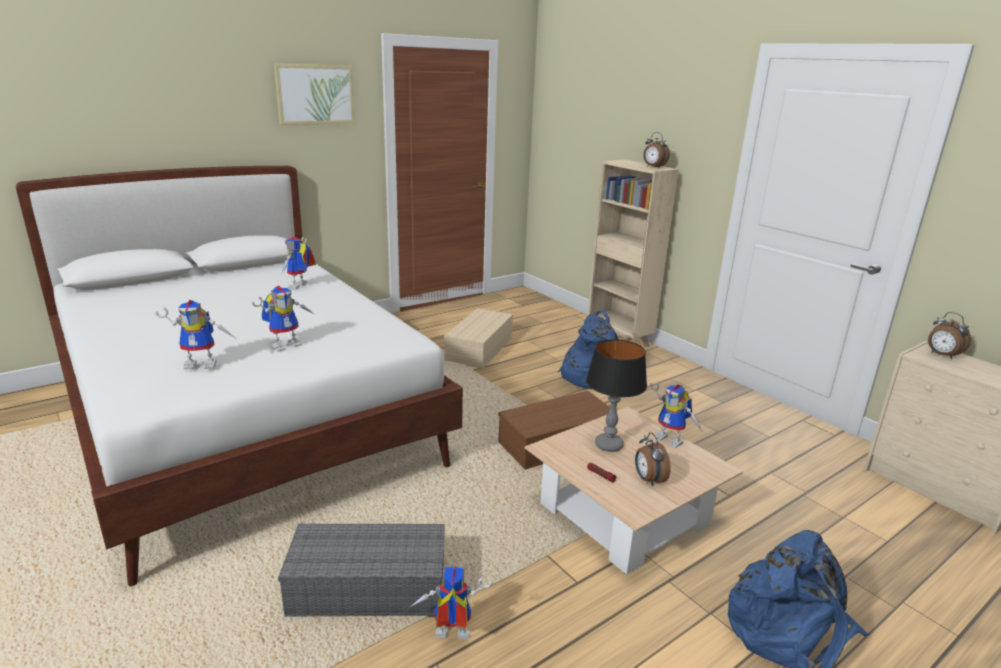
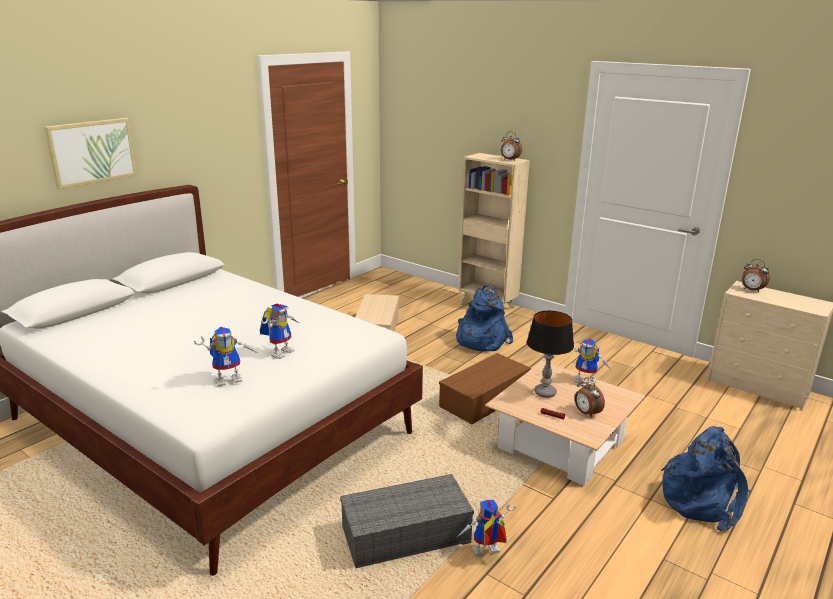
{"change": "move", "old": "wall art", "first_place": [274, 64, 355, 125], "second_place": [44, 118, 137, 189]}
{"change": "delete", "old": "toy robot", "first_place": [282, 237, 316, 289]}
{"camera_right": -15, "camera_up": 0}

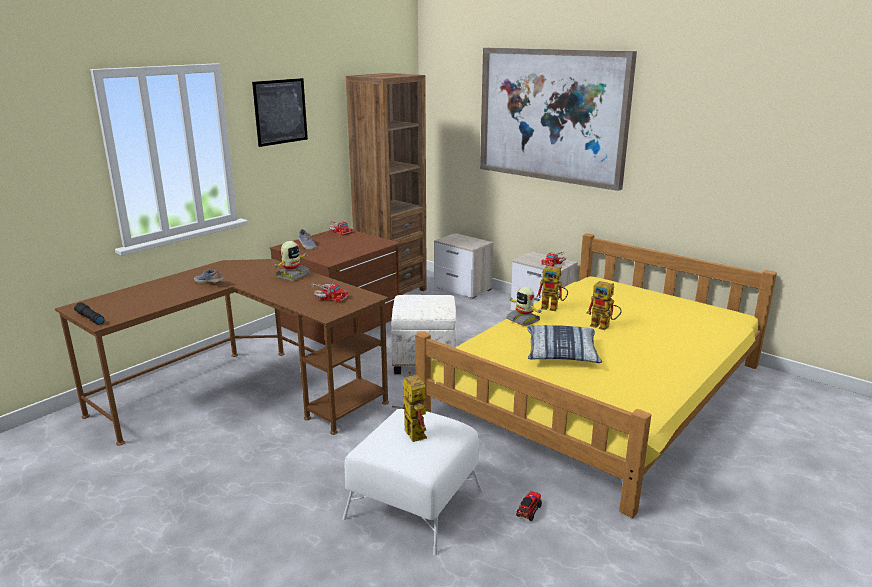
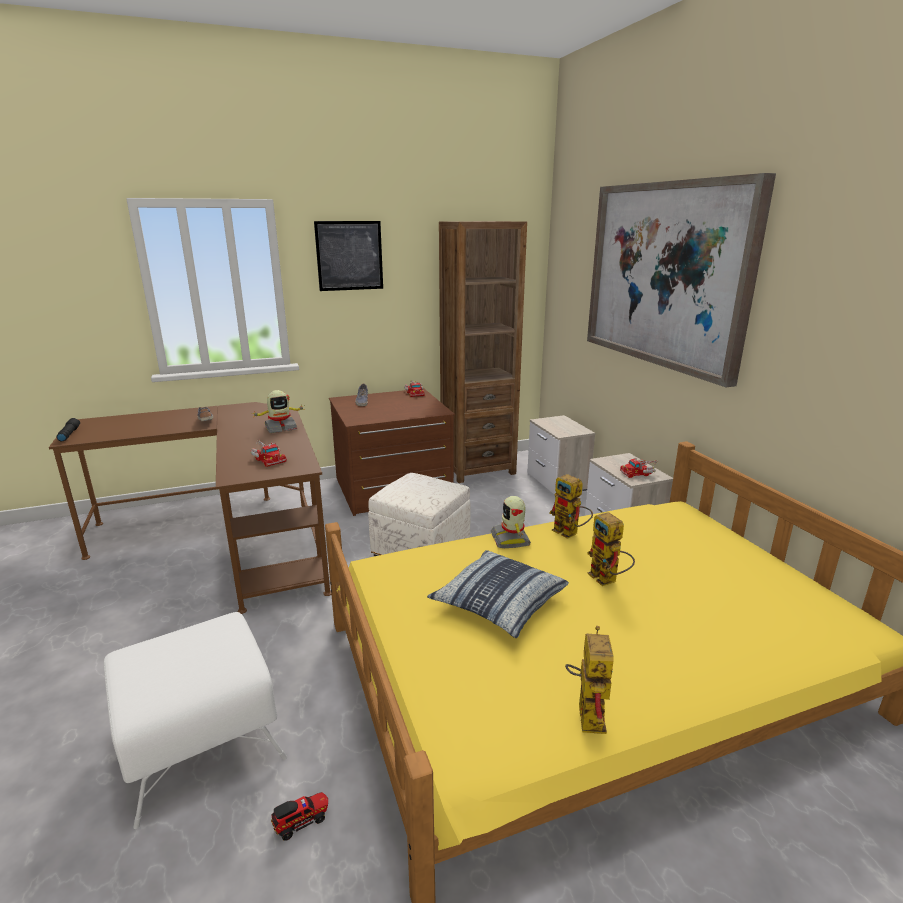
{"change": "move", "old": "toy robot", "first_place": [392, 371, 427, 442], "second_place": [565, 626, 613, 734]}
{"camera_right": 30, "camera_up": 0}

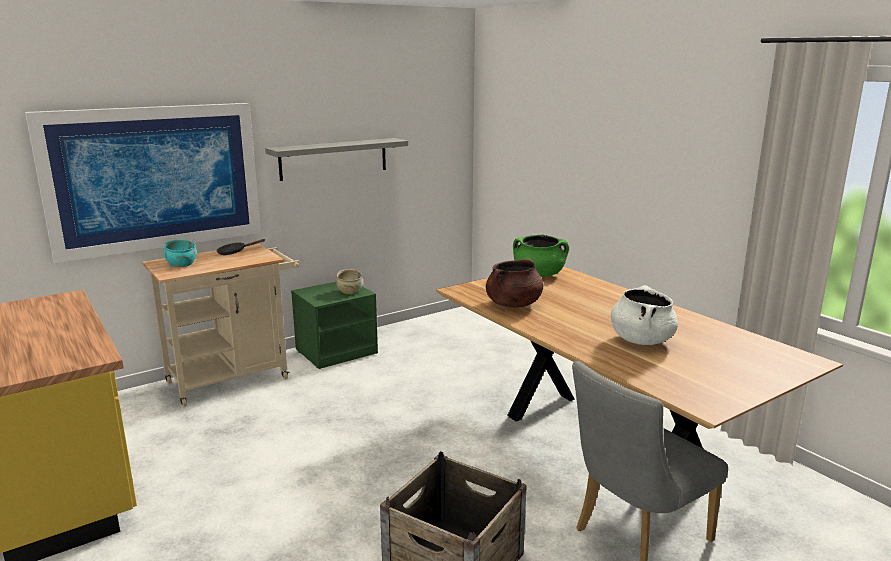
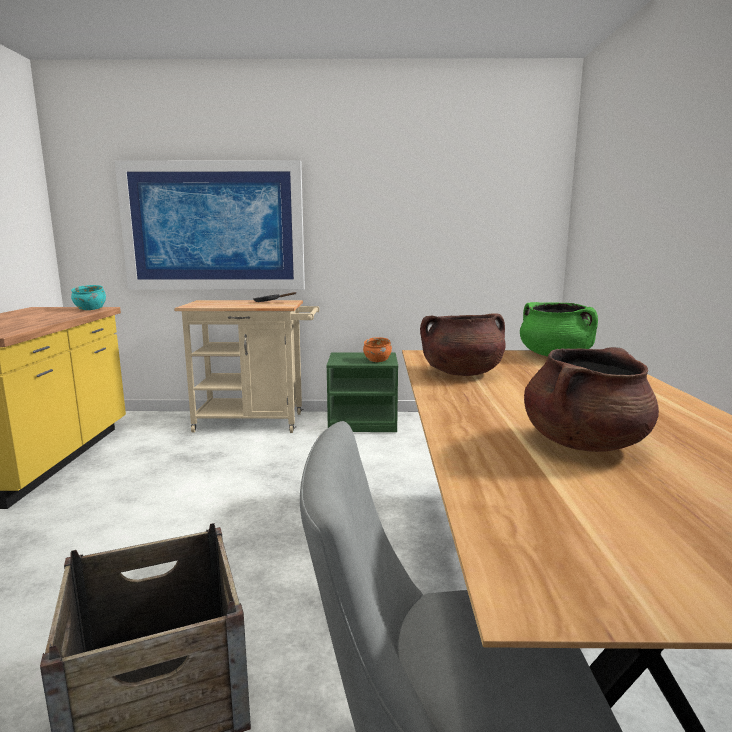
{"change": "delete", "old": "shelf (gray)", "first_place": [265, 138, 408, 181]}
{"change": "move", "old": "serving bowl (blue-green)", "first_place": [163, 239, 197, 267], "second_place": [71, 285, 106, 310]}
{"change": "recolor", "old": "serving bowl (beige-coloured)", "new": "serving bowl (orange-coloured)", "first_place": [336, 269, 363, 294], "second_place": [363, 337, 392, 362]}
{"change": "recolor", "old": "stockpot (white-coloured)", "new": "stockpot (brownish)", "first_place": [611, 285, 678, 345], "second_place": [524, 347, 659, 452]}
{"camera_right": 35, "camera_up": -5}

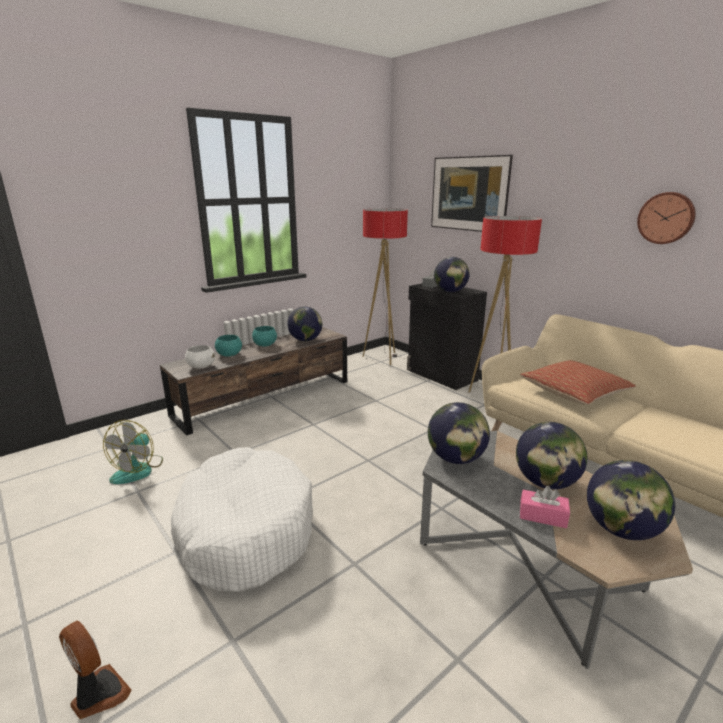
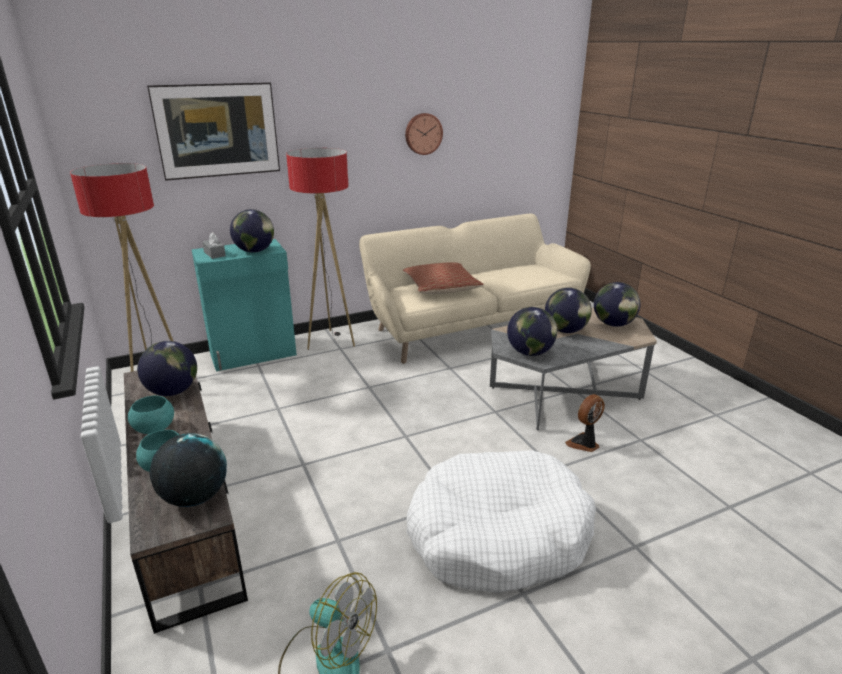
{"change": "recolor", "old": "cupboard (black-coloured)", "new": "cupboard (blue-green)", "first_place": [407, 284, 487, 390], "second_place": [192, 239, 297, 372]}
{"change": "replace", "old": "serving bowl (white-coloured)", "new": "globe", "first_place": [185, 345, 215, 369], "second_place": [150, 433, 227, 507]}
{"change": "delete", "old": "tissue holder (pinkish)", "first_place": [520, 486, 570, 528]}
{"change": "move", "old": "fan", "first_place": [59, 621, 131, 719], "second_place": [565, 394, 605, 452]}
{"camera_right": -75, "camera_up": 5}

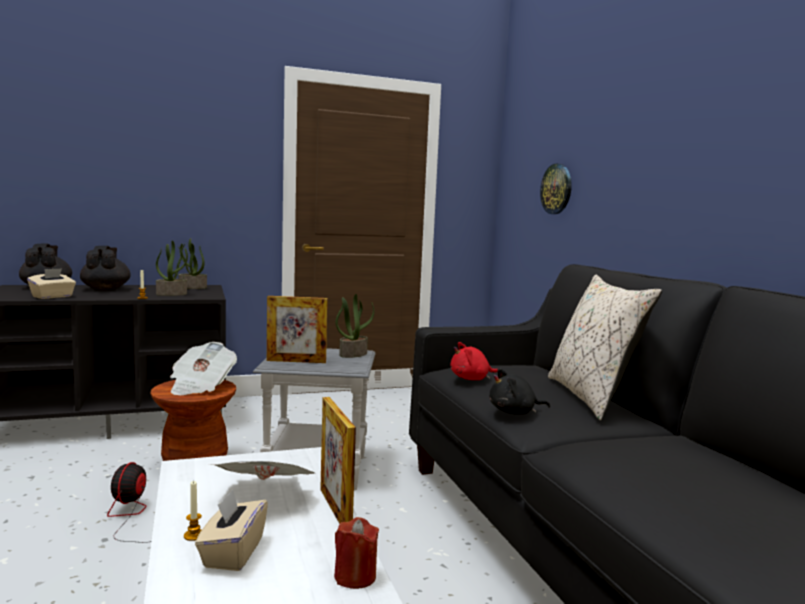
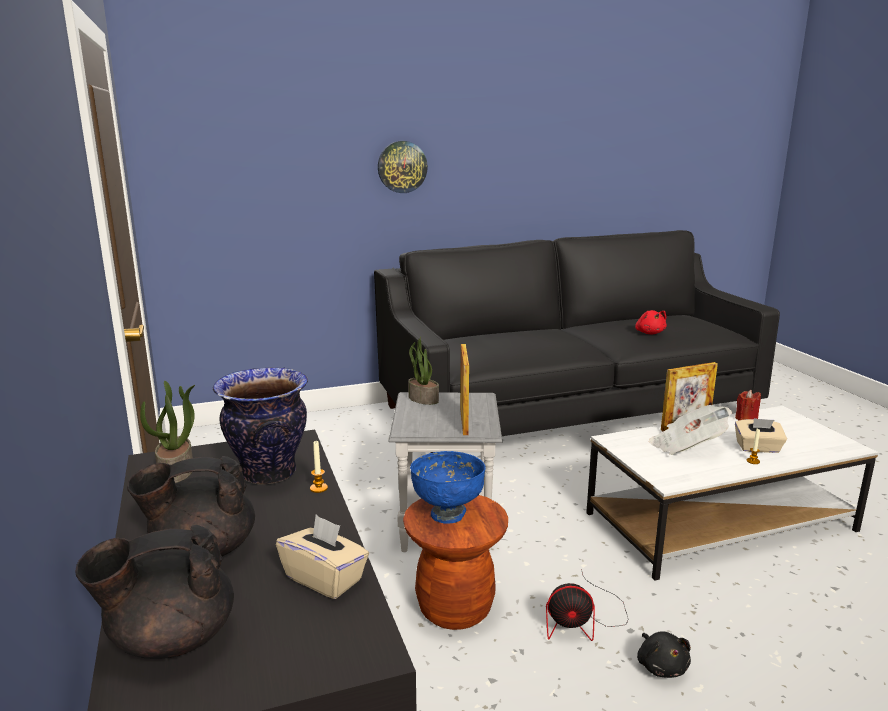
{"change": "move", "old": "hanging clock", "first_place": [540, 163, 572, 214], "second_place": [378, 141, 428, 193]}
{"change": "replace", "old": "plant in a pot", "new": "decorative vase", "first_place": [156, 240, 188, 296], "second_place": [213, 368, 308, 485]}
{"change": "delete", "old": "cushion (beige-coloured)", "first_place": [548, 274, 662, 420]}
{"change": "replace", "old": "newspaper", "new": "serving bowl (blue-coloured)", "first_place": [170, 342, 237, 395], "second_place": [410, 451, 486, 524]}
{"change": "move", "old": "plush toy (reddish)", "first_place": [451, 342, 498, 380], "second_place": [635, 310, 667, 334]}
{"change": "move", "old": "plush toy (black-coloured)", "first_place": [489, 369, 550, 415], "second_place": [637, 631, 691, 678]}
{"camera_right": -90, "camera_up": 10}

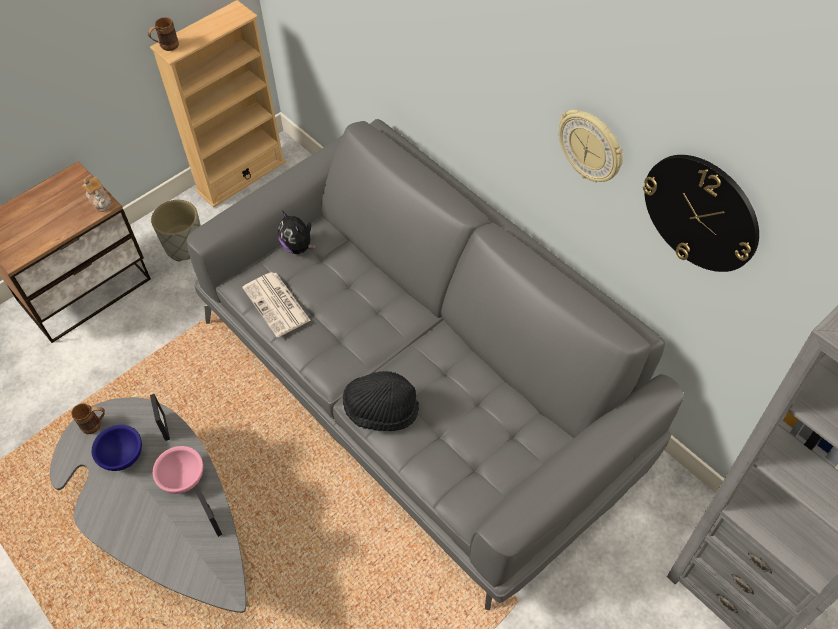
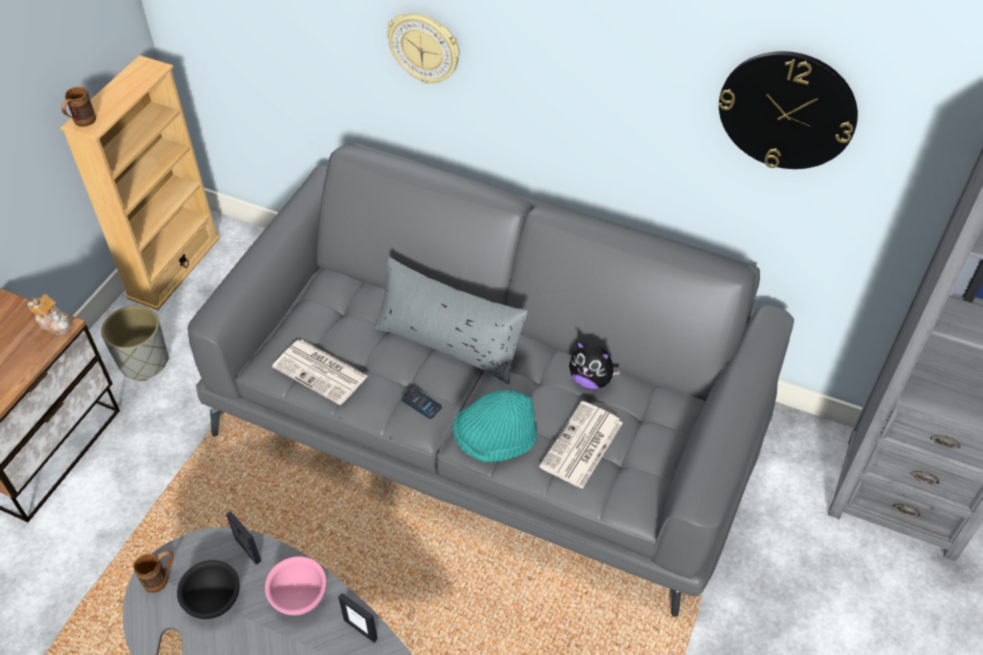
{"change": "move", "old": "hanging clock", "first_place": [559, 109, 623, 182], "second_place": [387, 13, 460, 84]}
{"change": "move", "old": "plush toy", "first_place": [278, 211, 316, 254], "second_place": [569, 341, 621, 389]}
{"change": "recolor", "old": "wearable hat (black-coloured)", "new": "wearable hat (blue-green)", "first_place": [343, 371, 419, 431], "second_place": [453, 390, 537, 462]}
{"change": "recolor", "old": "serving bowl (blue-coloured)", "new": "serving bowl (black-coloured)", "first_place": [92, 425, 142, 471], "second_place": [177, 560, 240, 619]}
{"change": "insert", "new": "cushion (gray)", "second_place": [374, 257, 528, 384]}
{"change": "insert", "new": "handset", "second_place": [401, 388, 442, 419]}
{"change": "insert", "new": "newspaper", "second_place": [539, 401, 623, 489]}
{"camera_right": -25, "camera_up": -5}

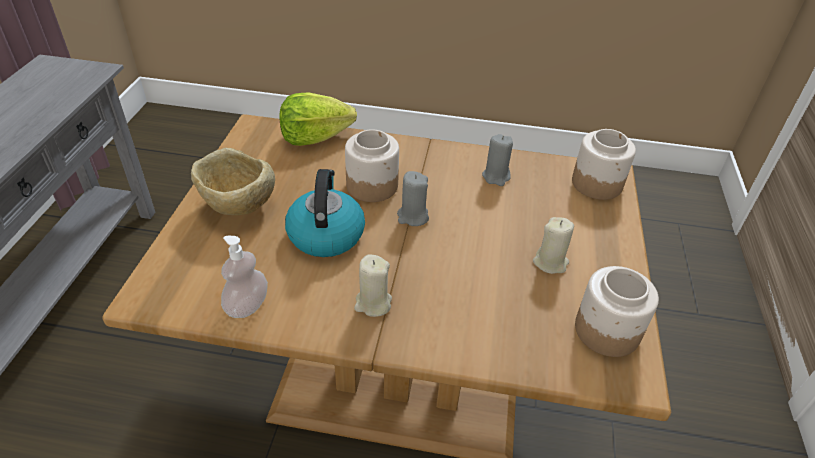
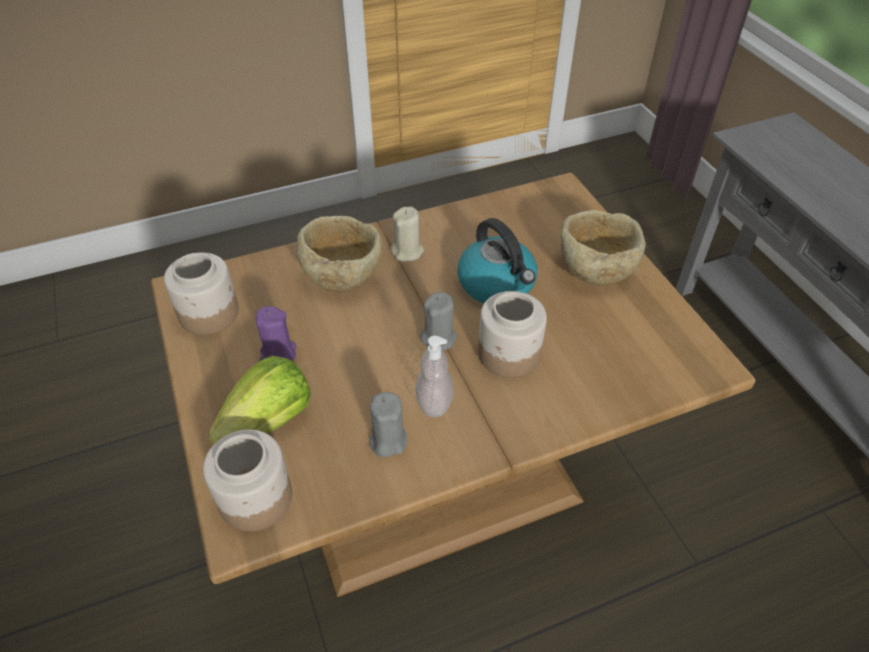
{"change": "move", "old": "lettuce head", "first_place": [279, 93, 357, 146], "second_place": [208, 356, 311, 445]}
{"change": "recolor", "old": "wax light (beige-coloured)", "new": "wax light (purple-coloured)", "first_place": [533, 217, 574, 274], "second_place": [256, 306, 297, 361]}
{"change": "move", "old": "soap dispenser", "first_place": [221, 236, 268, 318], "second_place": [415, 336, 453, 417]}
{"change": "insert", "new": "serving bowl (beige-coloured)", "second_place": [296, 216, 383, 293]}
{"camera_right": 150, "camera_up": 5}

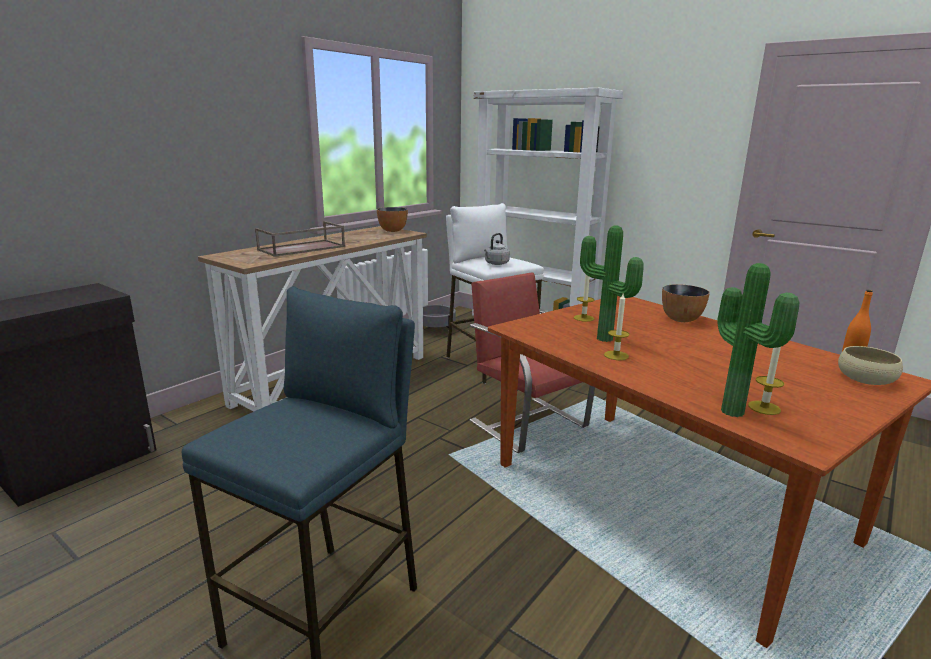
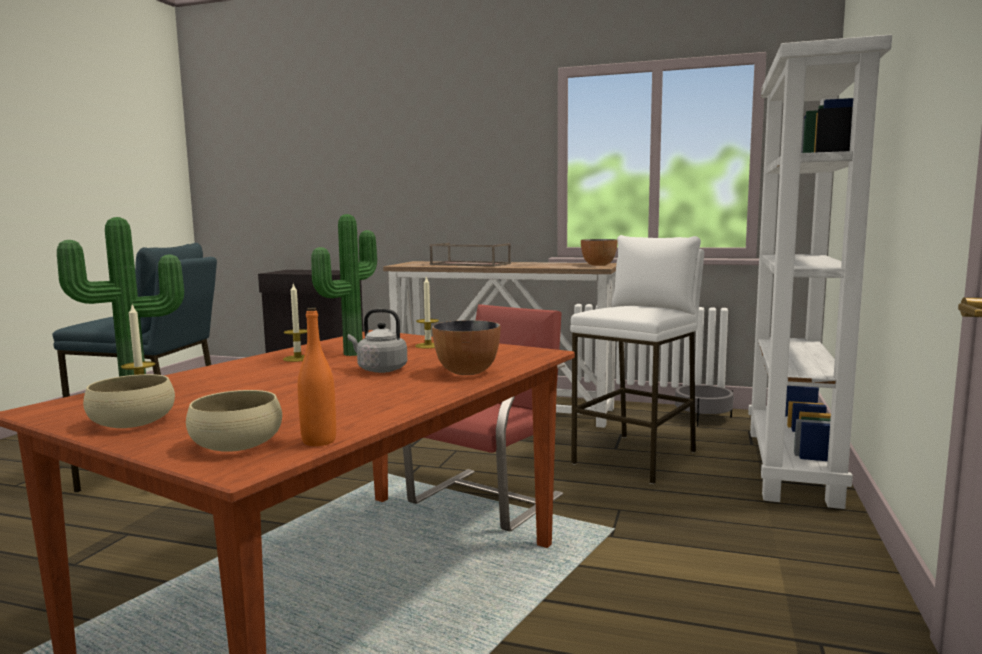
{"change": "move", "old": "tea kettle (gray)", "first_place": [484, 233, 510, 265], "second_place": [348, 309, 407, 373]}
{"change": "insert", "new": "serving bowl (beige-coloured)", "second_place": [83, 374, 175, 428]}
{"camera_right": 70, "camera_up": -10}

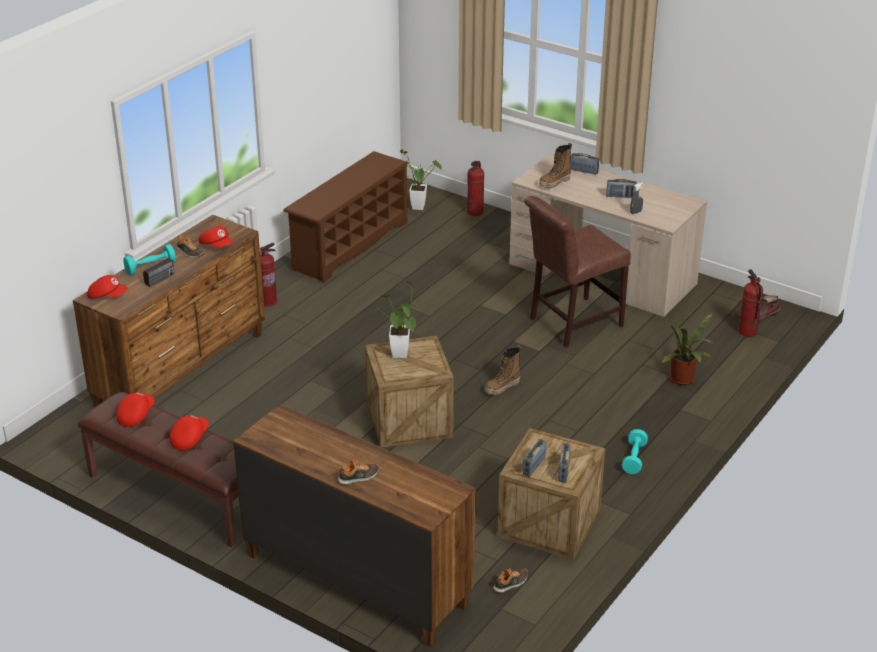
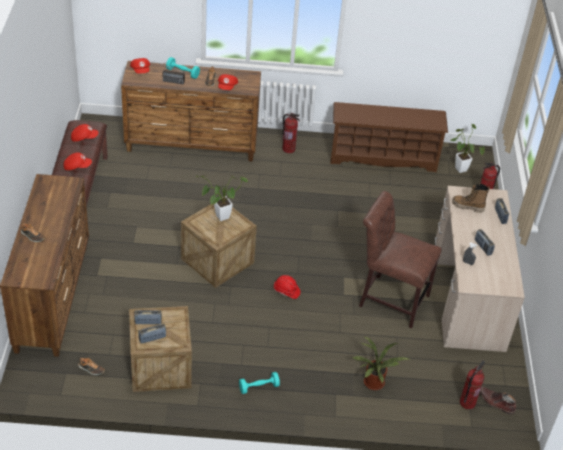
{"change": "replace", "old": "tall boot", "new": "hard hat (reddish)", "first_place": [485, 345, 521, 395], "second_place": [274, 275, 300, 299]}
{"camera_right": 55, "camera_up": 10}

